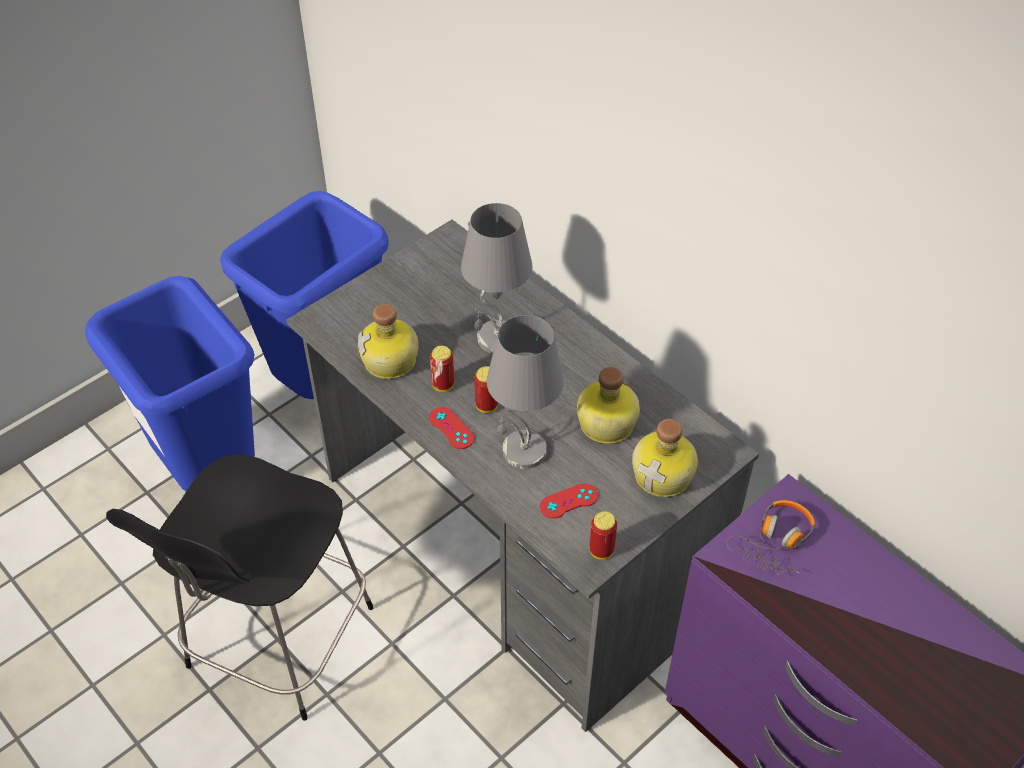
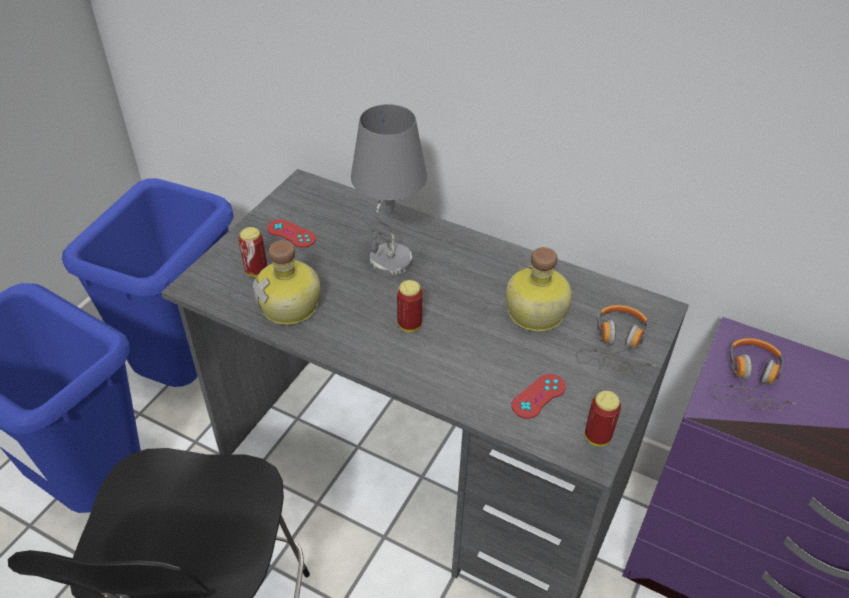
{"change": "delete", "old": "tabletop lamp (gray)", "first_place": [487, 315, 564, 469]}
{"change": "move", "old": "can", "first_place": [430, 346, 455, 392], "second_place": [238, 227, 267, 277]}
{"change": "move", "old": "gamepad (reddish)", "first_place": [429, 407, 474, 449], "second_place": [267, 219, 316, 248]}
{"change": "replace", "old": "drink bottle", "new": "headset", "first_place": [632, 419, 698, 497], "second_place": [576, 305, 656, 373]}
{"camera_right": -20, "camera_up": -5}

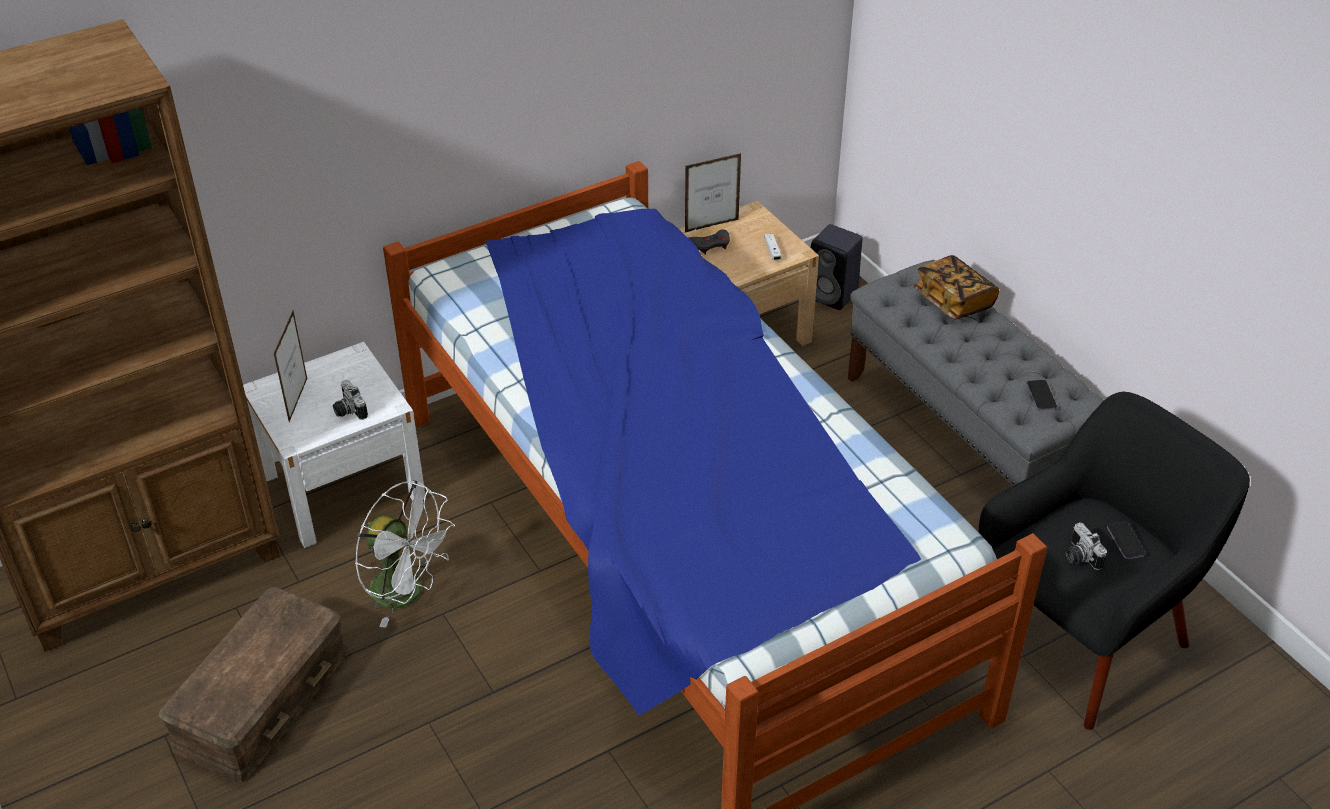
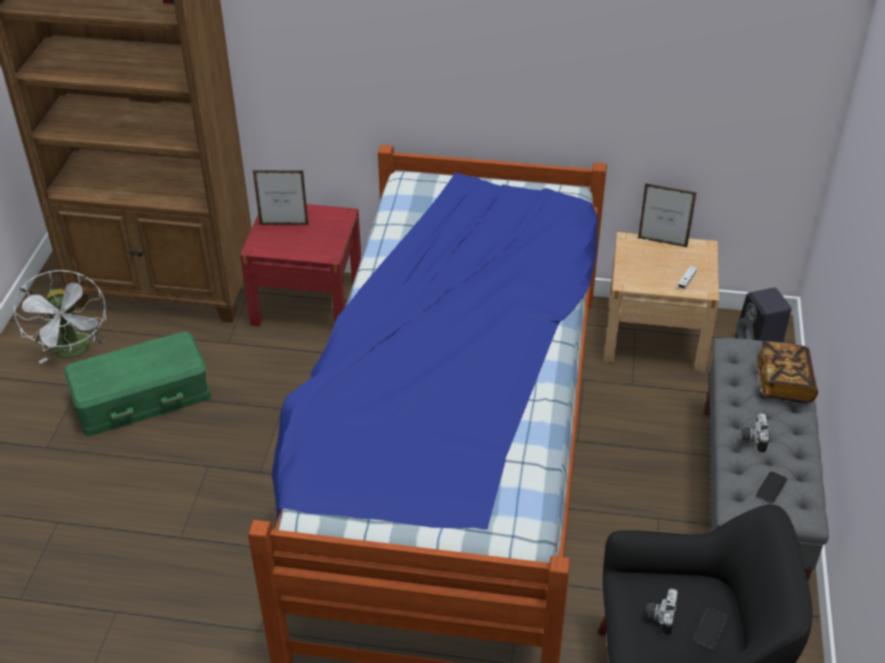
{"change": "delete", "old": "gamepad (gray)", "first_place": [689, 229, 730, 254]}
{"change": "rotate", "old": "standing frame", "first_place": [274, 311, 307, 422], "second_place": [253, 170, 308, 225], "degrees": 45}
{"change": "recolor", "old": "bedside table (white-coloured)", "new": "bedside table (reddish)", "first_place": [243, 342, 426, 548], "second_place": [240, 204, 361, 326]}
{"change": "move", "old": "photo camera", "first_place": [333, 380, 368, 420], "second_place": [741, 413, 769, 453]}
{"change": "move", "old": "fan (white-coloured)", "first_place": [355, 480, 455, 628], "second_place": [13, 270, 106, 364]}
{"change": "recolor", "old": "storage box (brownish)", "new": "storage box (green-coloured)", "first_place": [158, 587, 348, 783], "second_place": [64, 331, 211, 436]}
{"camera_right": 40, "camera_up": 0}

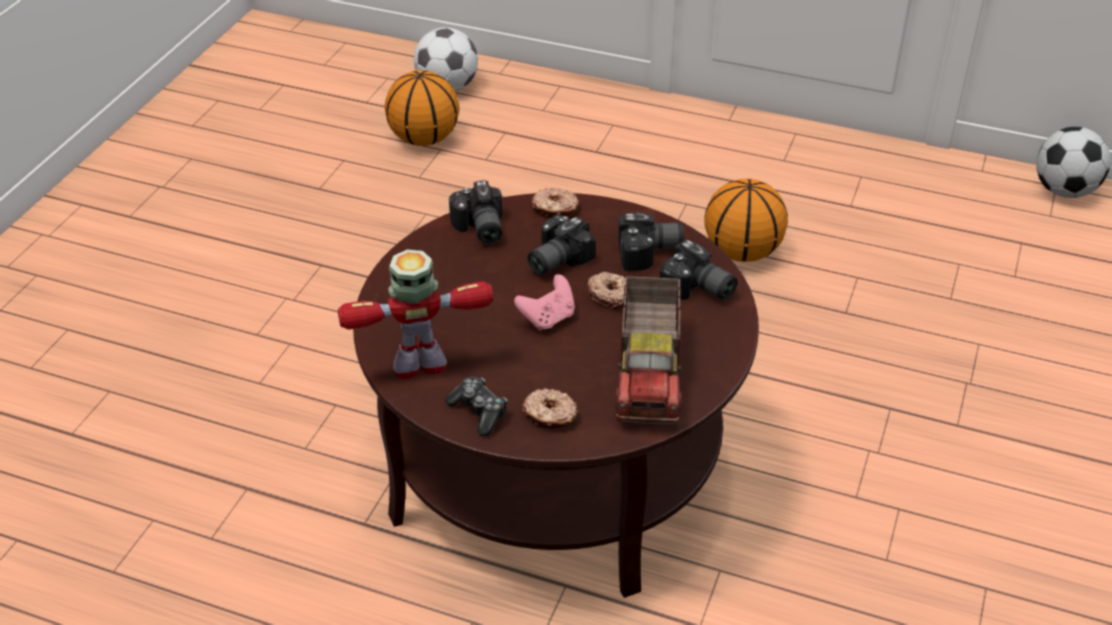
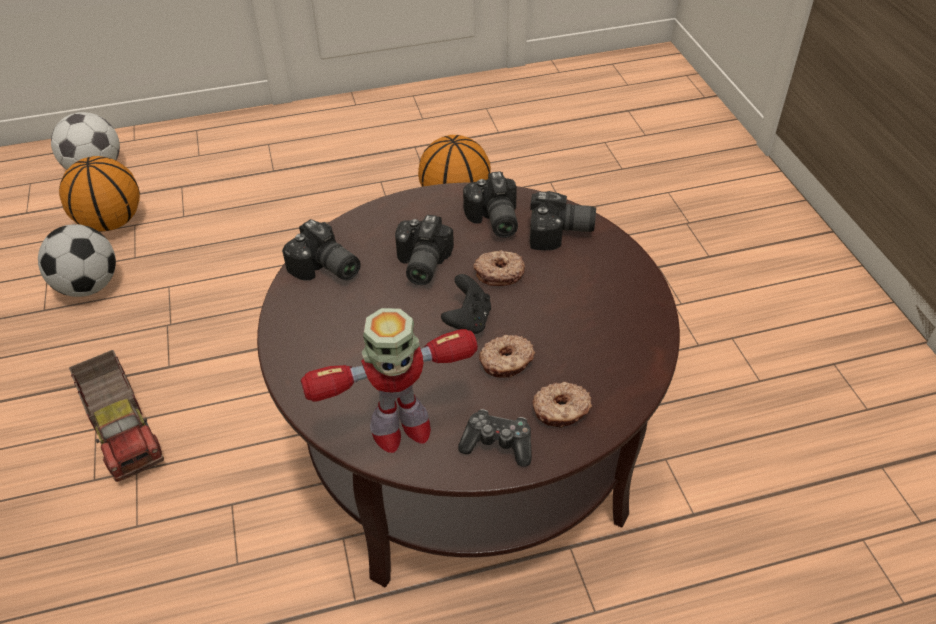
{"change": "move", "old": "football ball", "first_place": [1036, 127, 1111, 198], "second_place": [38, 224, 116, 297]}
{"change": "move", "old": "doughnut", "first_place": [532, 188, 579, 218], "second_place": [479, 335, 535, 378]}
{"change": "rotate", "old": "photo camera", "first_place": [618, 212, 684, 271], "second_place": [463, 171, 518, 238], "degrees": 120}
{"change": "rotate", "old": "toy robot", "first_place": [338, 250, 494, 379], "second_place": [301, 308, 478, 453], "degrees": -150}
{"change": "recolor", "old": "gamepad (pinkish)", "new": "gamepad (black-coloured)", "first_place": [514, 274, 575, 331], "second_place": [441, 274, 491, 335]}
{"change": "move", "old": "toy truck", "first_place": [615, 276, 682, 425], "second_place": [69, 350, 164, 482]}
{"camera_right": -35, "camera_up": 5}

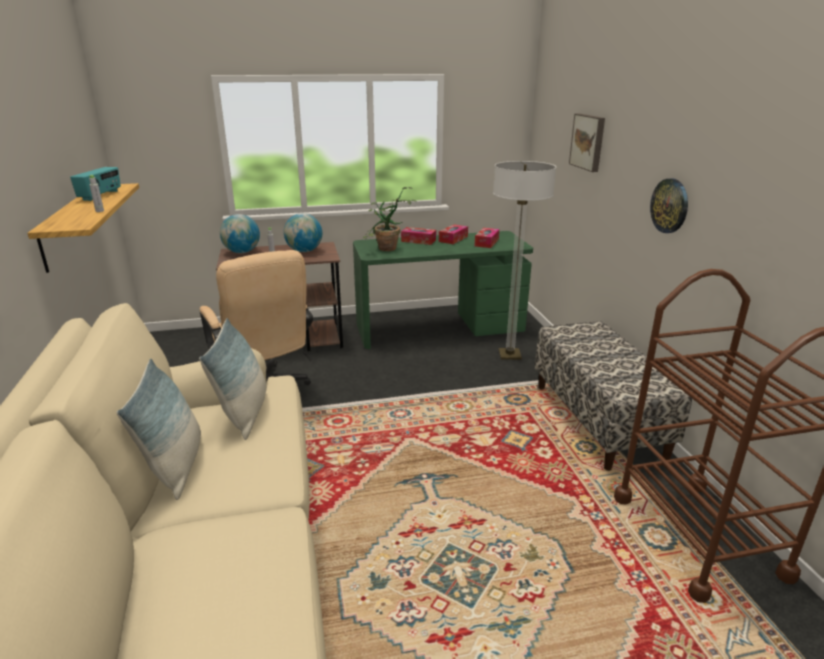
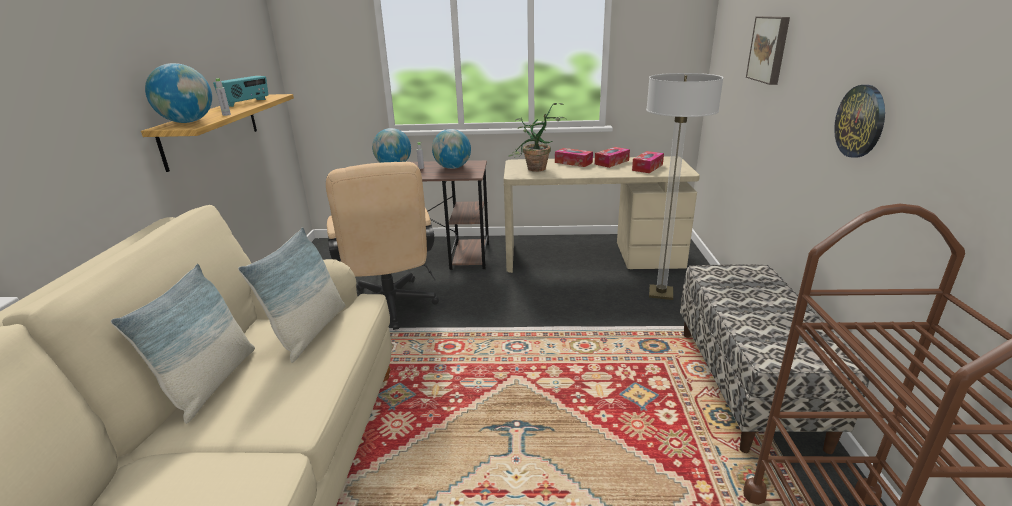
{"change": "recolor", "old": "desk (green-coloured)", "new": "desk (beige-coloured)", "first_place": [353, 231, 533, 349], "second_place": [504, 156, 700, 273]}
{"change": "insert", "new": "globe", "second_place": [145, 63, 212, 123]}
{"camera_right": 15, "camera_up": 0}

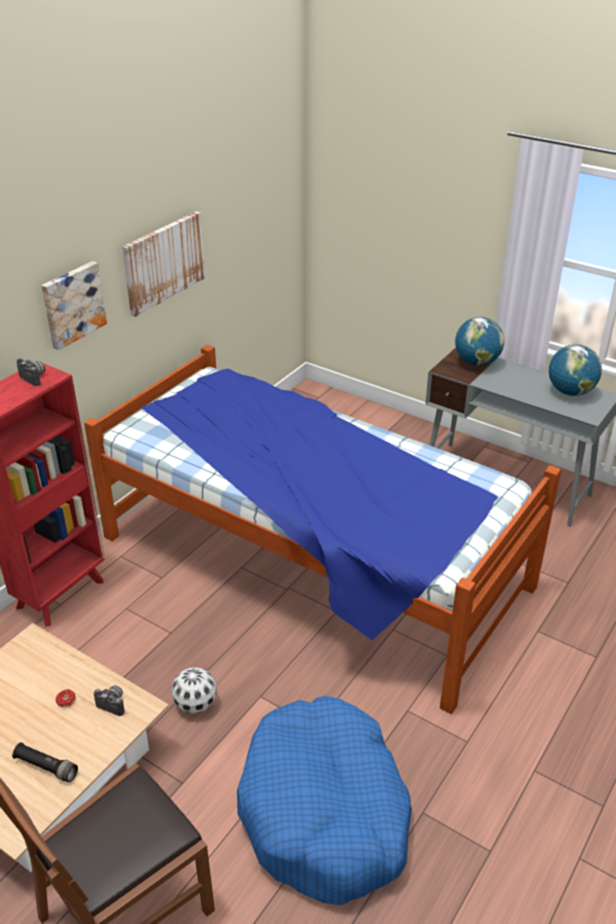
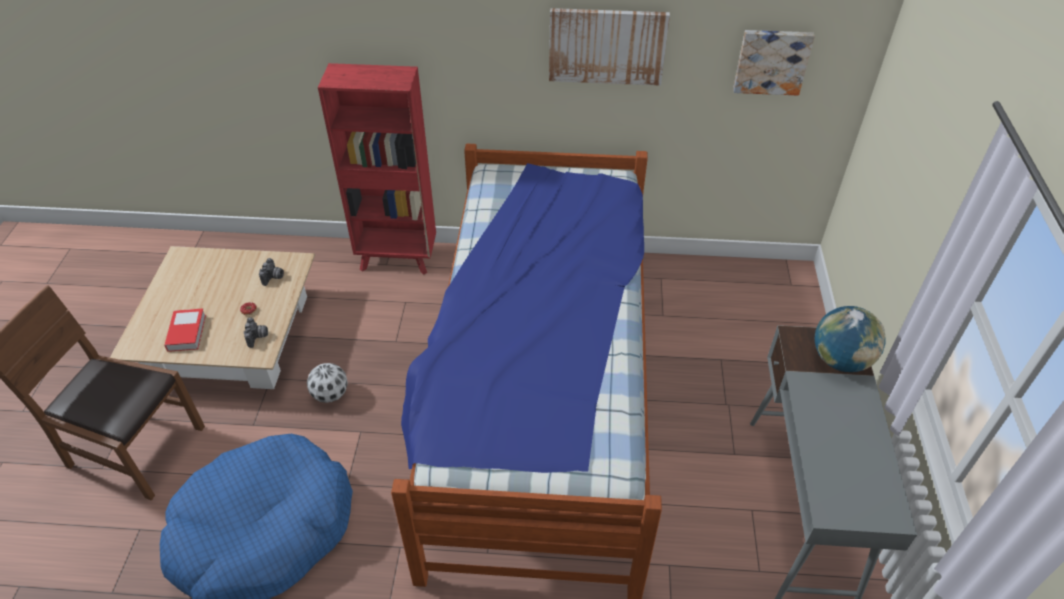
{"change": "move", "old": "wall art", "first_place": [41, 261, 107, 350], "second_place": [733, 30, 815, 96]}
{"change": "delete", "old": "globe", "first_place": [549, 344, 602, 396]}
{"change": "move", "old": "photo camera", "first_place": [17, 358, 45, 386], "second_place": [259, 258, 284, 286]}
{"change": "replace", "old": "torch (black-coloured)", "new": "book", "first_place": [12, 742, 78, 782], "second_place": [164, 308, 206, 352]}
{"camera_right": 60, "camera_up": 10}

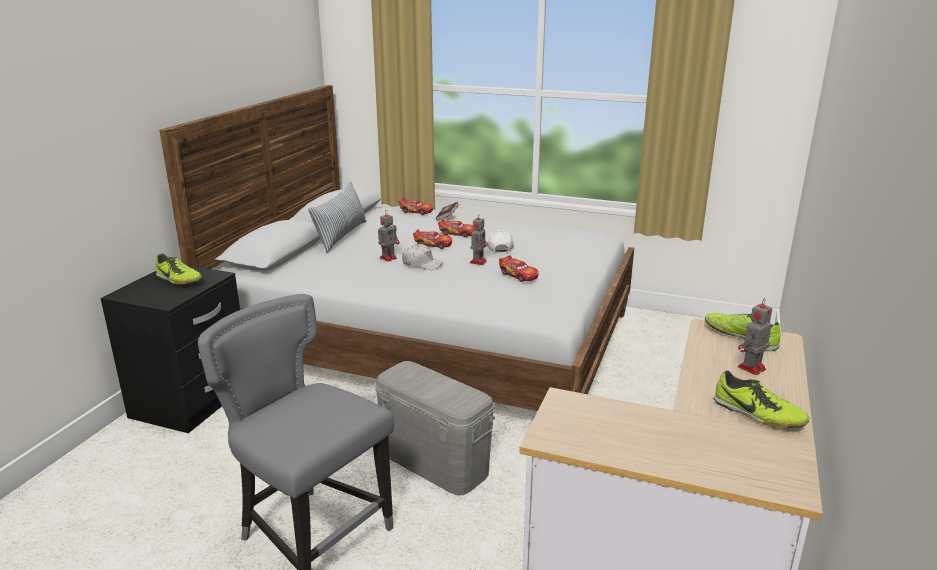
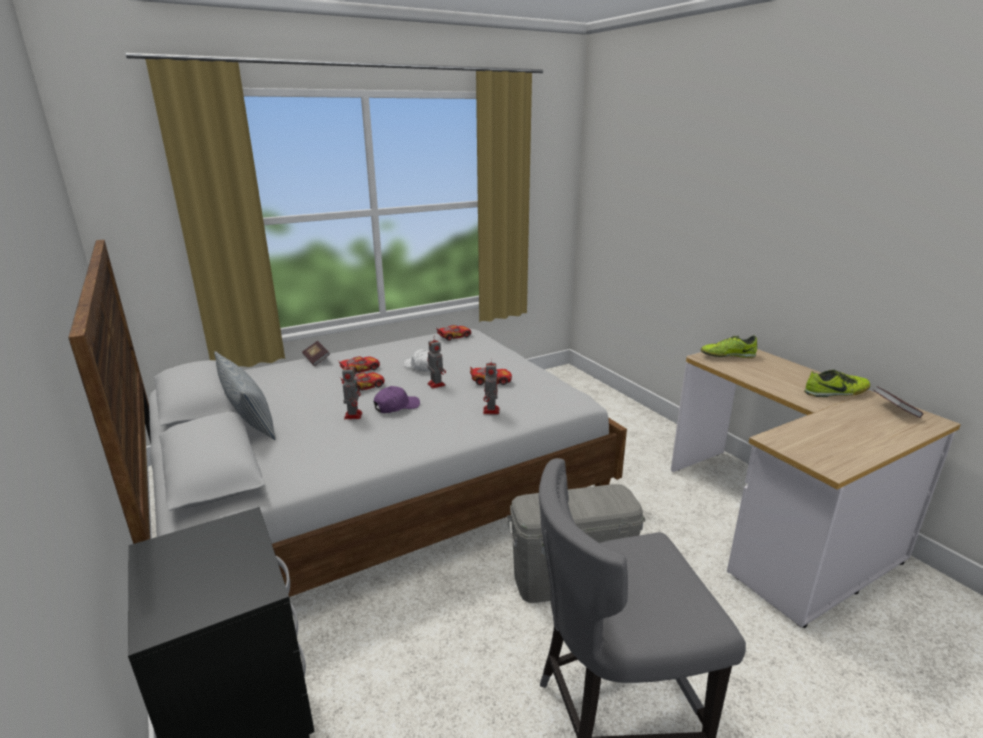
{"change": "move", "old": "model car", "first_place": [399, 198, 433, 215], "second_place": [436, 325, 471, 341]}
{"change": "recolor", "old": "peaked cap (white-coloured)", "new": "peaked cap (purple-coloured)", "first_place": [402, 244, 443, 270], "second_place": [373, 386, 420, 413]}
{"change": "delete", "old": "low shoe", "first_place": [156, 253, 202, 284]}
{"change": "move", "old": "toy robot", "first_place": [738, 298, 772, 375], "second_place": [483, 362, 499, 414]}
{"change": "insert", "new": "book", "second_place": [873, 386, 923, 418]}
{"camera_right": -50, "camera_up": 0}

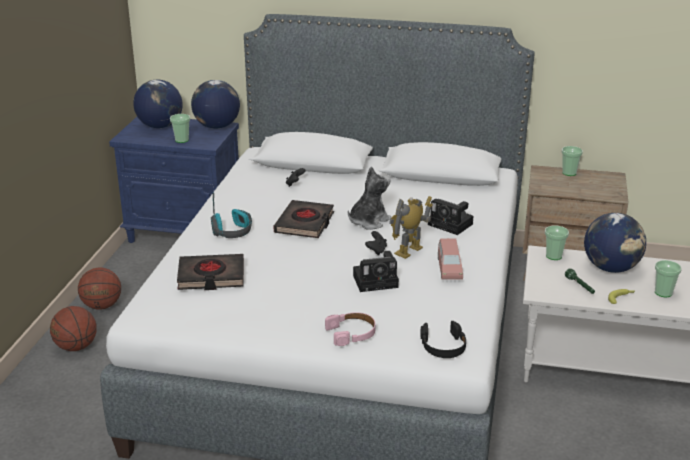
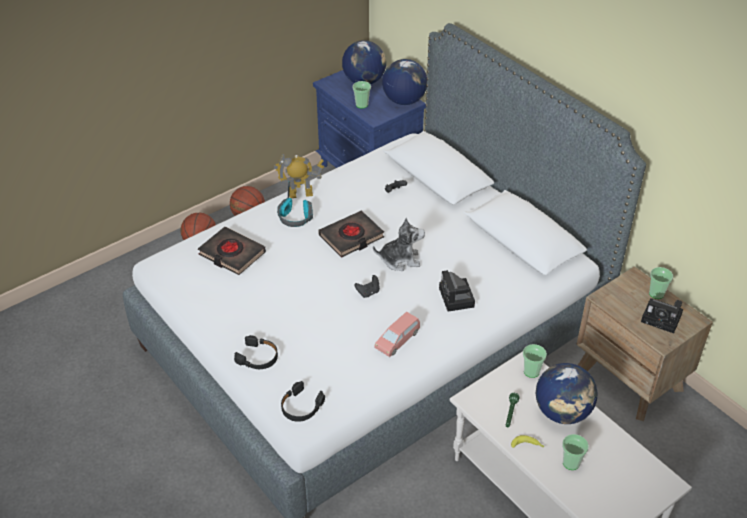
{"change": "move", "old": "toy robot", "first_place": [389, 196, 433, 259], "second_place": [274, 154, 324, 198]}
{"change": "move", "old": "photo camera", "first_place": [353, 251, 399, 292], "second_place": [641, 298, 683, 333]}
{"change": "recolor", "old": "headset (pinkish)", "new": "headset (black-coloured)", "first_place": [325, 312, 376, 346], "second_place": [234, 335, 278, 369]}
{"camera_right": 40, "camera_up": 15}

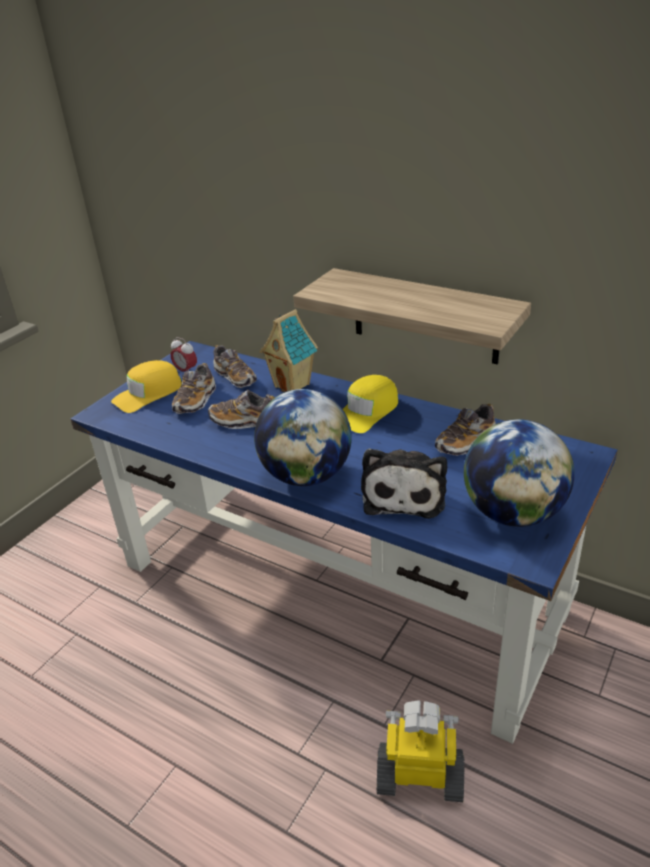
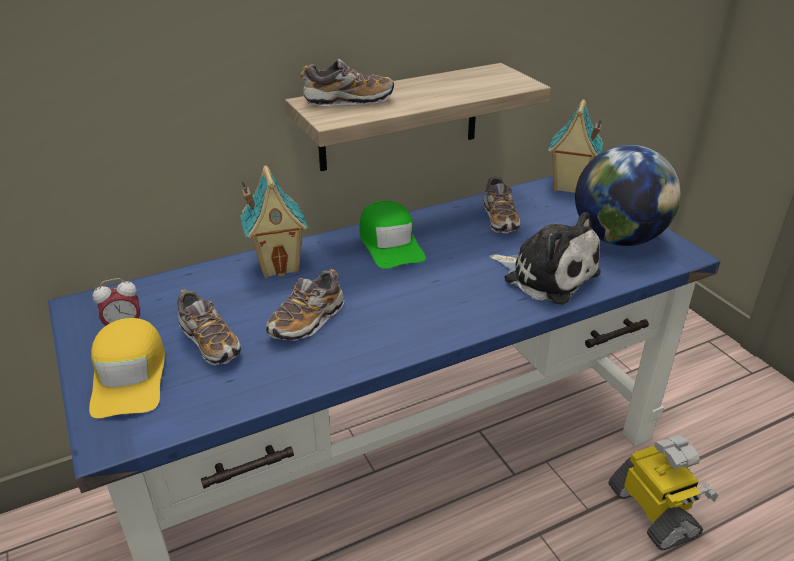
{"change": "move", "old": "low shoe", "first_place": [214, 345, 257, 388], "second_place": [300, 59, 394, 106]}
{"change": "recolor", "old": "peaked cap (yellow-coloured)", "new": "peaked cap (green-coloured)", "first_place": [343, 375, 398, 433], "second_place": [359, 201, 426, 269]}
{"change": "delete", "old": "globe", "first_place": [254, 389, 352, 486]}
{"change": "rotate", "old": "toy robot", "first_place": [377, 700, 465, 802], "second_place": [609, 435, 718, 550], "degrees": 120}
{"change": "insert", "new": "model house", "second_place": [547, 99, 603, 193]}
{"camera_right": -60, "camera_up": 0}

